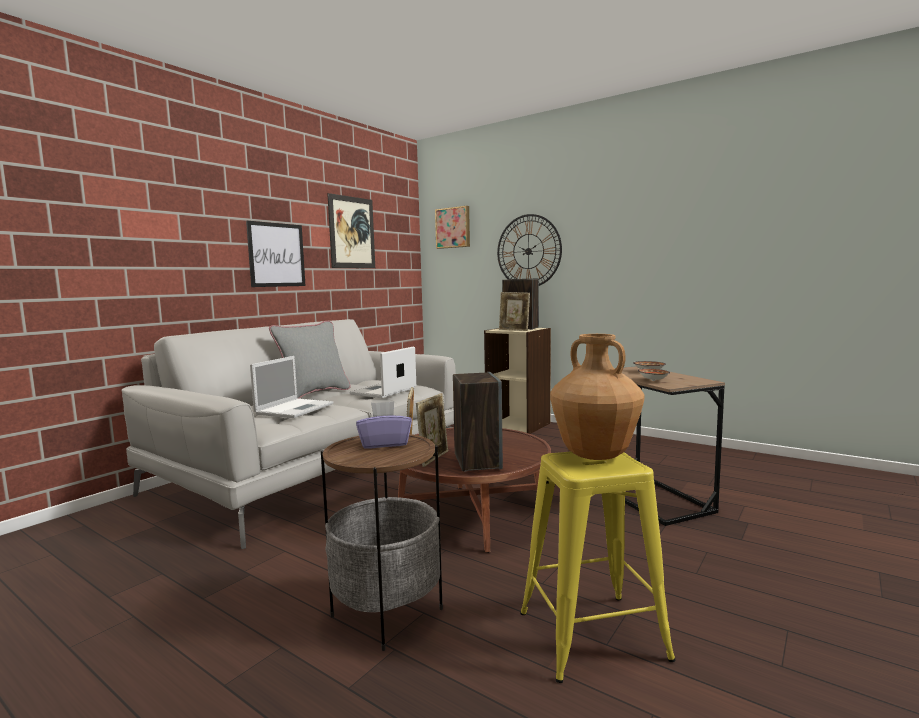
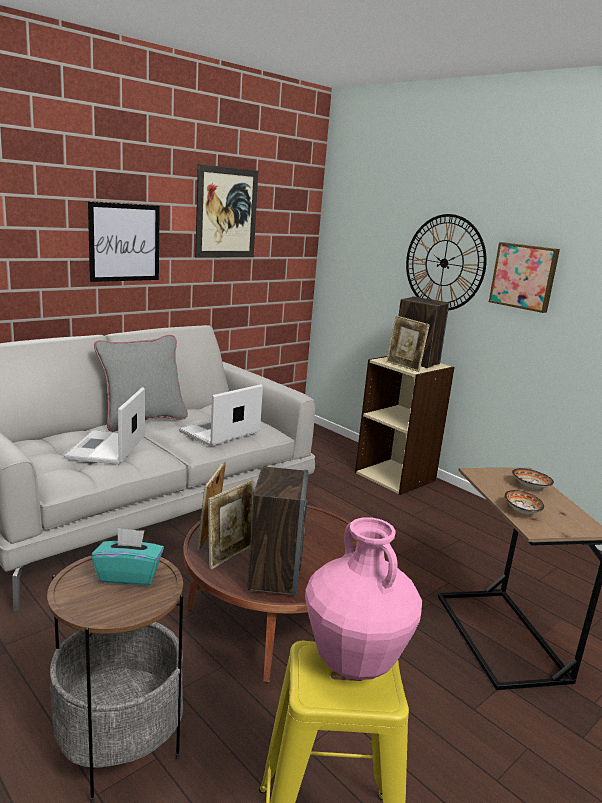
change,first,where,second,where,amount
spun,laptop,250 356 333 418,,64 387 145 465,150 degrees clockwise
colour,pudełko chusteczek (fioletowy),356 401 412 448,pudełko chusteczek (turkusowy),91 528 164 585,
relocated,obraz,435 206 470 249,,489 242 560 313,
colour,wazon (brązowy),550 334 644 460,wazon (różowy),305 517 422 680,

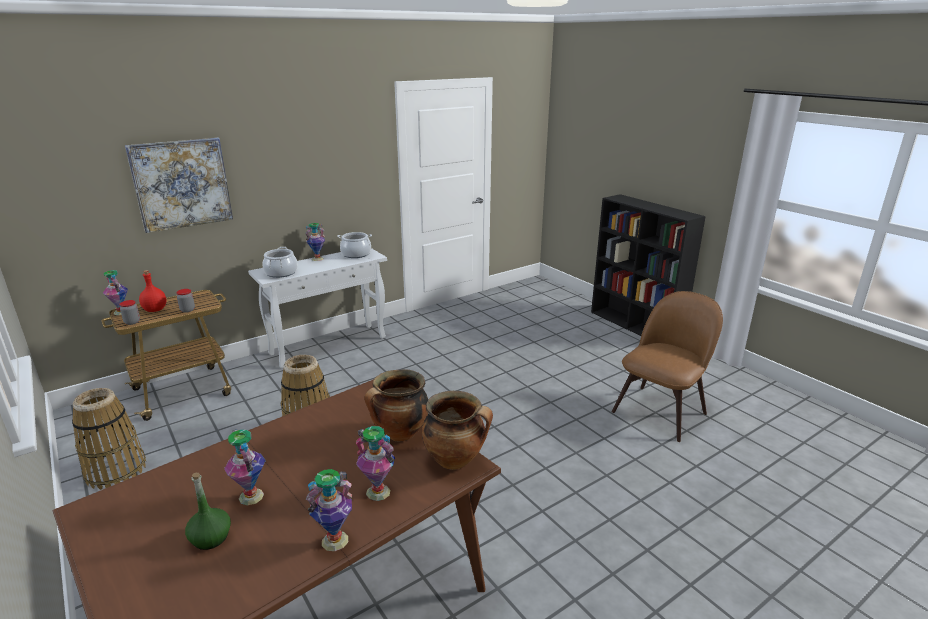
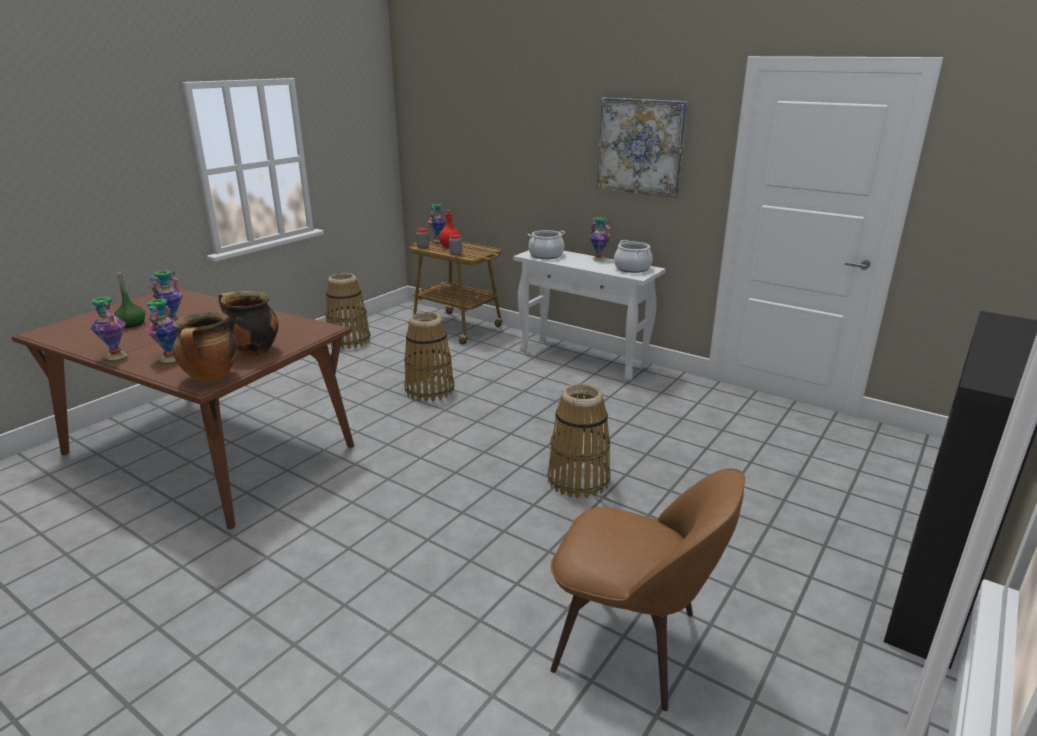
change,first,where,second,where,amount
relocated,obraz,125 138 233 233,,597 98 688 198,
appeared,,,koszyk,548 384 610 498,

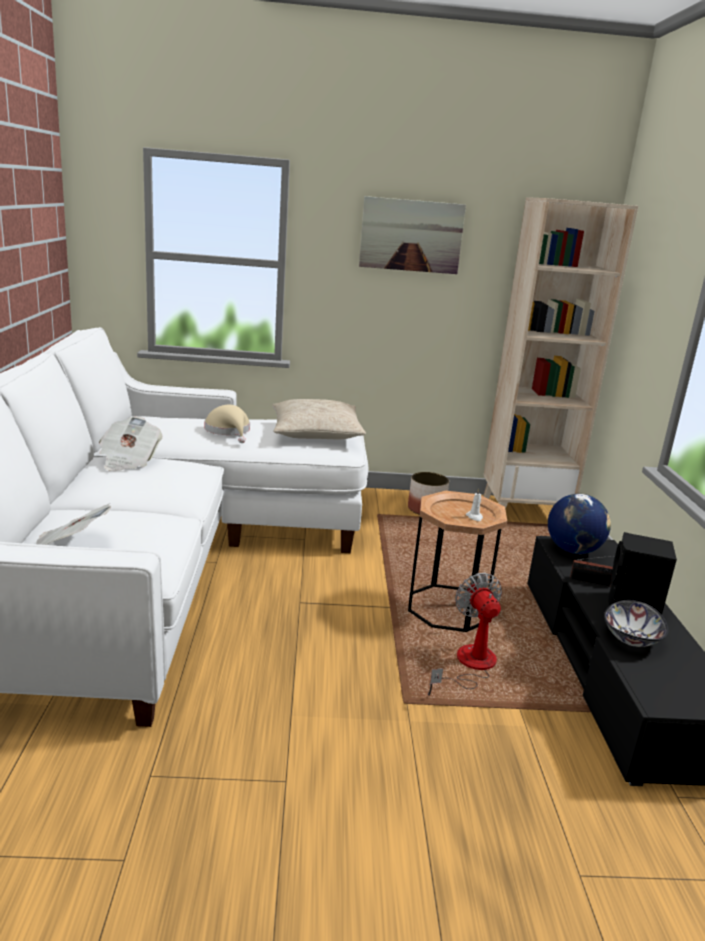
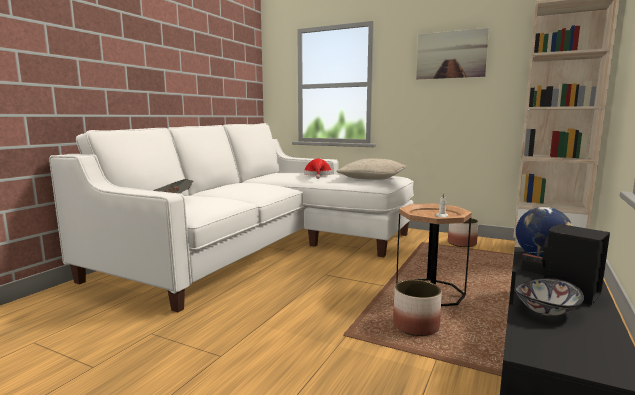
change,first,where,second,where,amount
missing,gazeta,99 417 163 471,,,
colour,kapelusz (beżowy),204 405 250 443,kapelusz (czerwony),304 159 332 179,
exchanged,wentylator,428 573 502 696,donica,393 280 442 336,

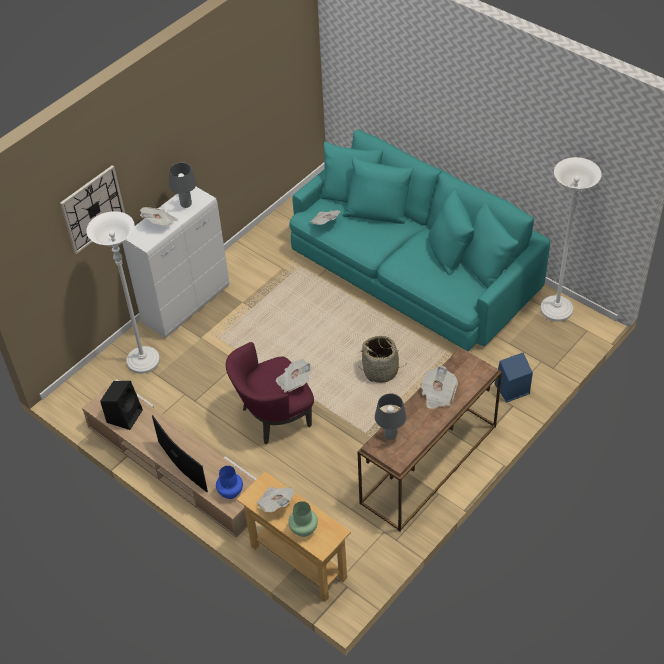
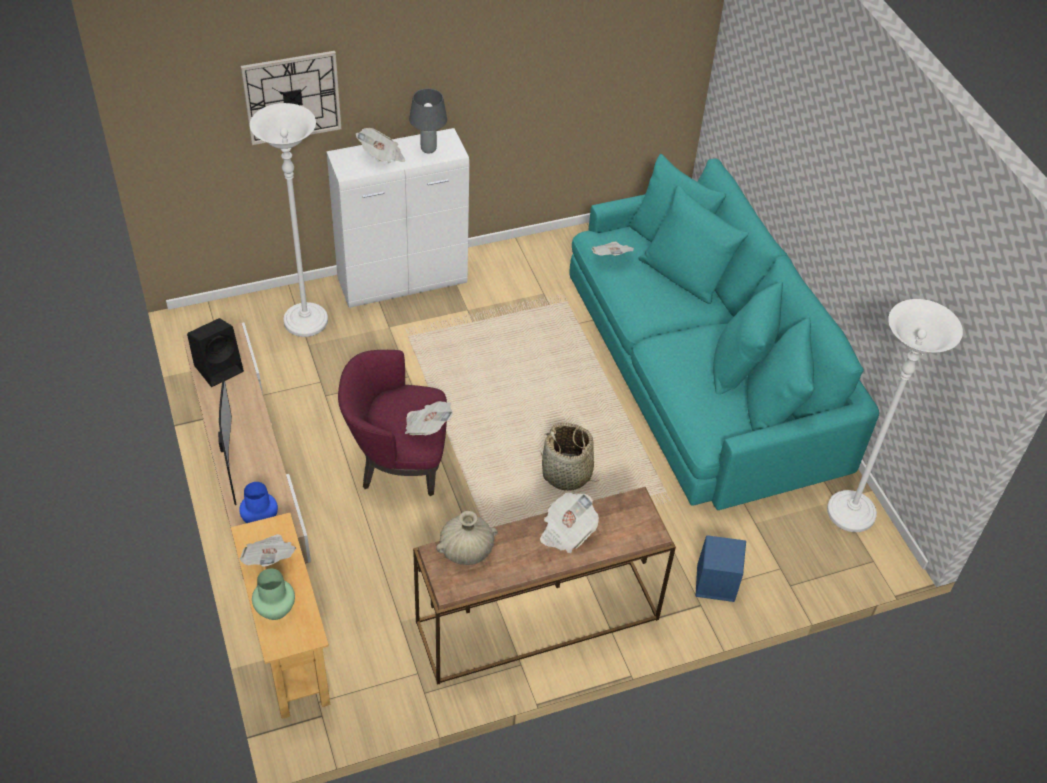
change,first,where,second,where,amount
exchanged,lampa stołowa (szary),375 394 406 440,wazon (beżowy),436 511 498 565,

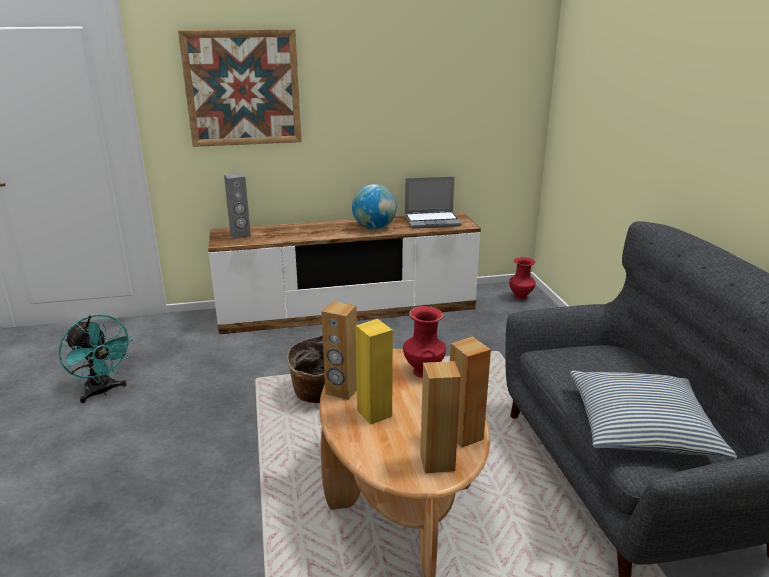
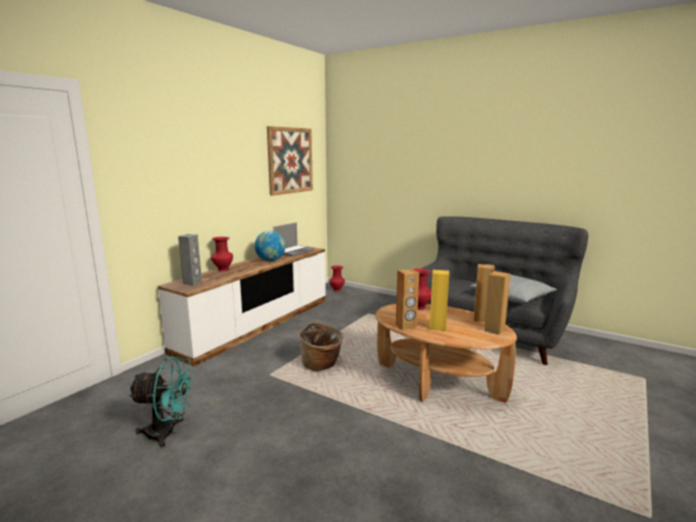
change,first,where,second,where,amount
relocated,obraz,178 29 302 147,,267 126 313 196,
appeared,,,wazon (czerwony),211 237 233 271,

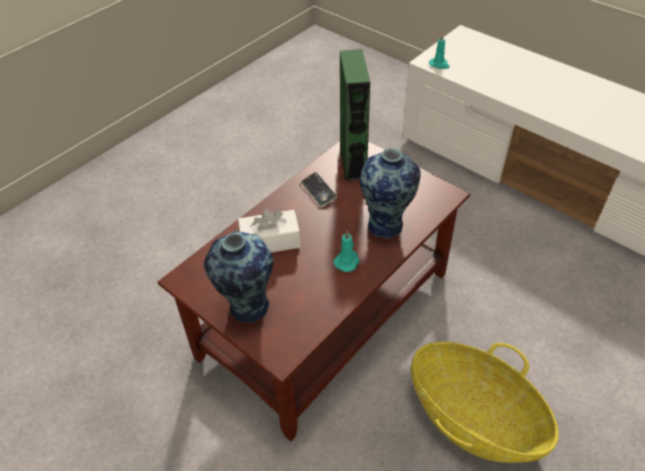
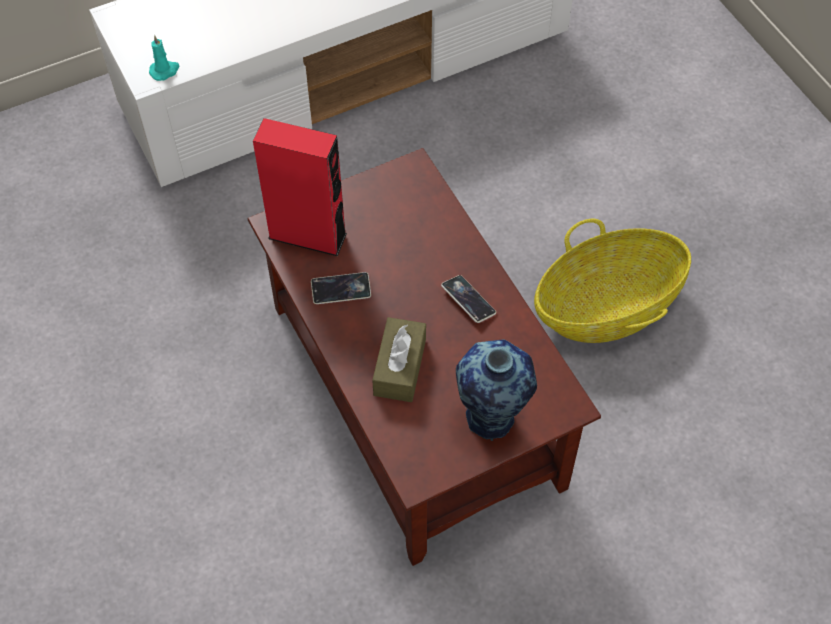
change,first,where,second,where,amount
colour,pudełko chusteczek (biały),238 209 301 252,pudełko chusteczek (brązowy),372 317 426 402,
exchanged,świeca (turkusowy),334 231 360 272,telefon,441 275 496 323,
colour,głośnik (zielony),340 49 370 181,głośnik (czerwony),253 118 347 256,
missing,wazon,360 148 421 240,,,

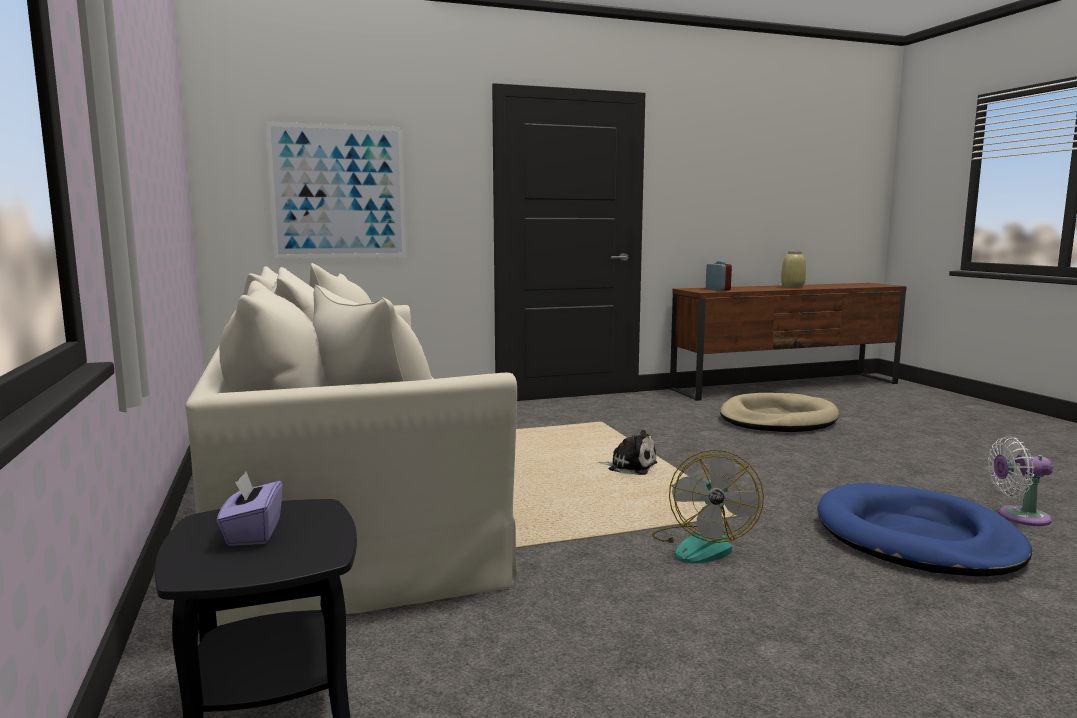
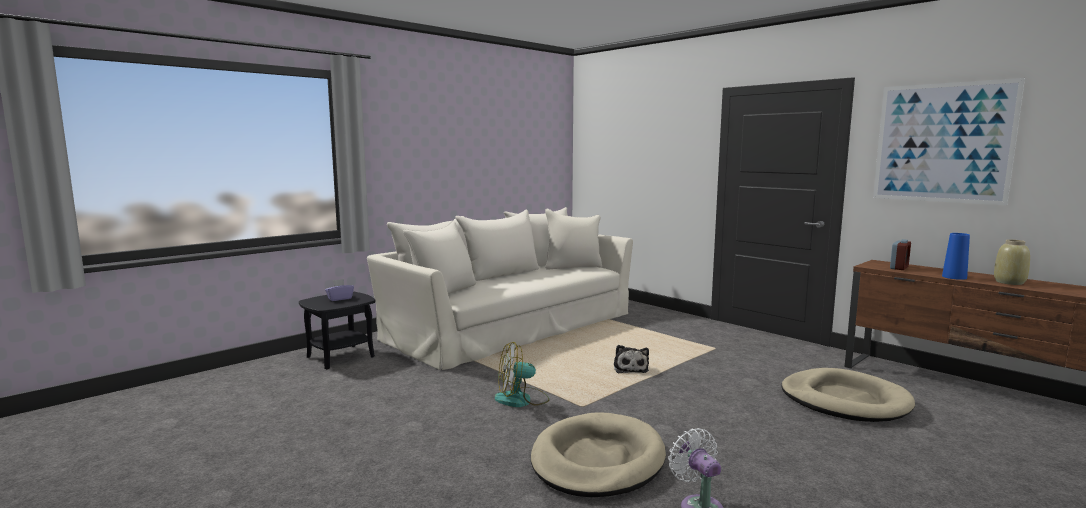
change,first,where,second,where,amount
relocated,obraz,265 122 406 259,,873 78 1025 205,
colour,legowisko (niebieski),818 483 1032 576,legowisko (beżowy),531 412 666 497,
appeared,,,wazon (niebieski),942 233 970 280,

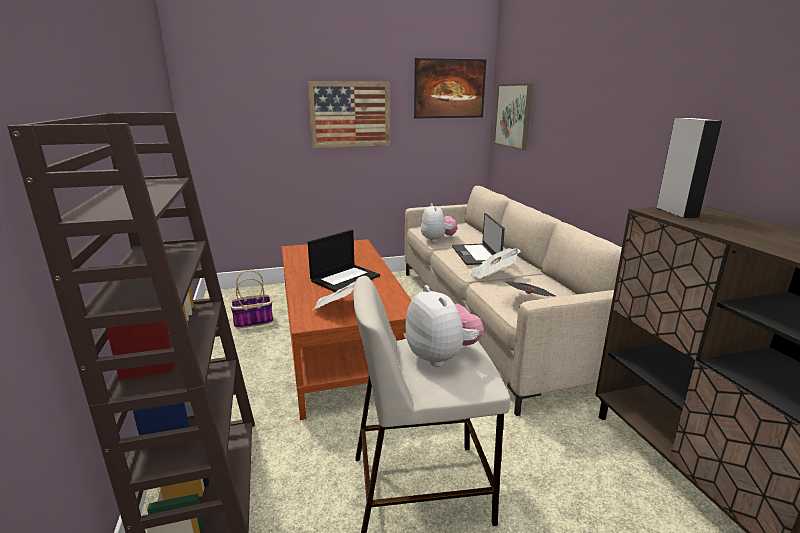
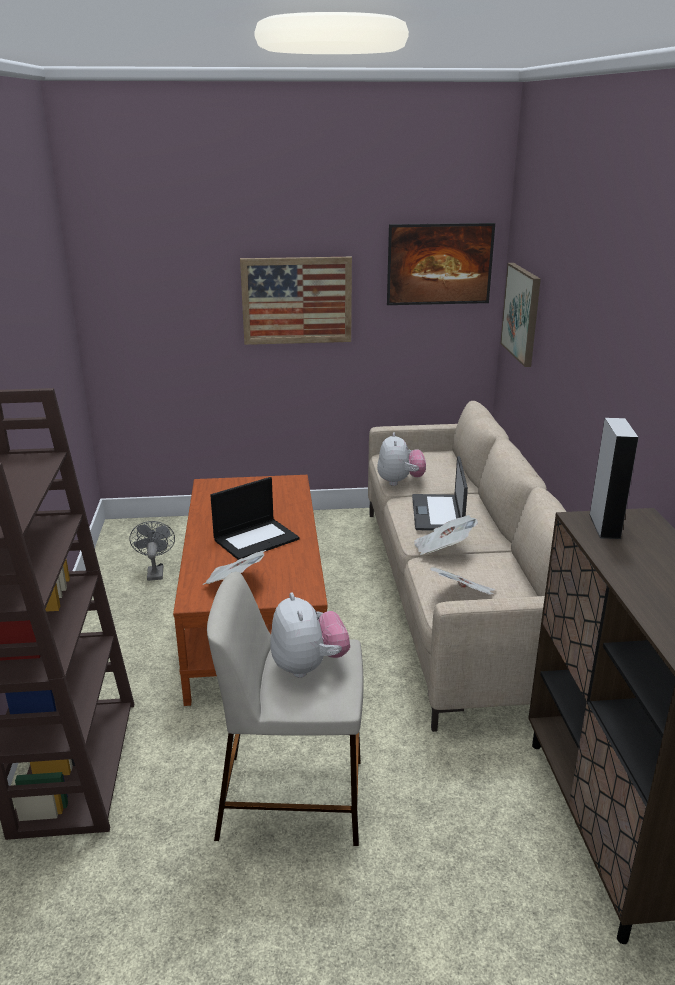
change,first,where,second,where,amount
exchanged,koszyk,230 270 273 328,wentylator (szary),130 521 175 581,

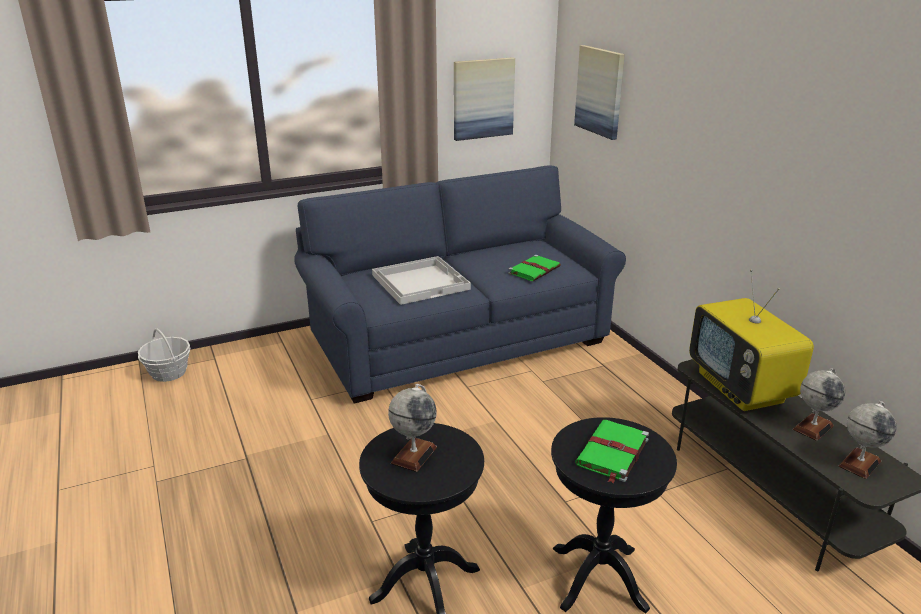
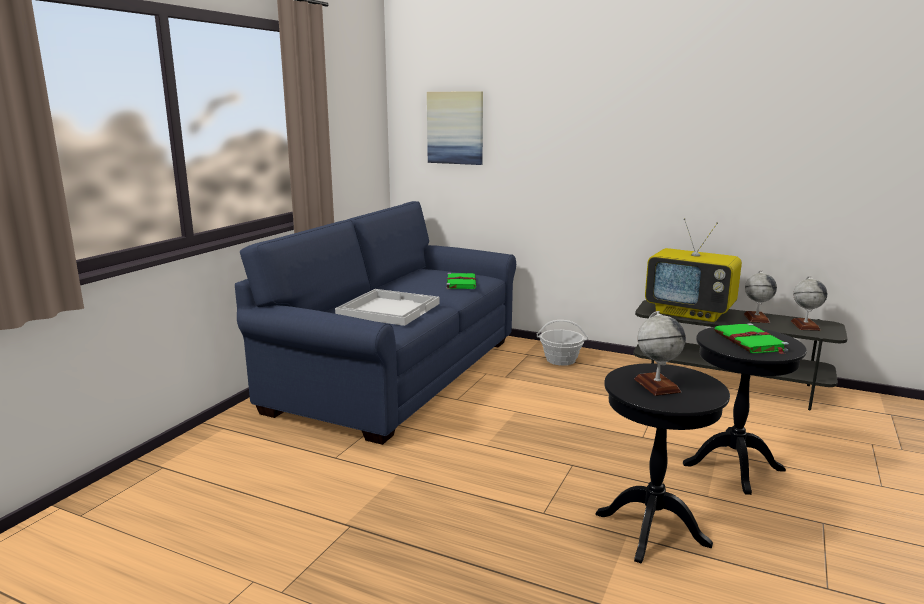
change,first,where,second,where,amount
relocated,koszyk,138 328 191 382,,537 320 588 366,
missing,obraz,454 57 515 141,,,

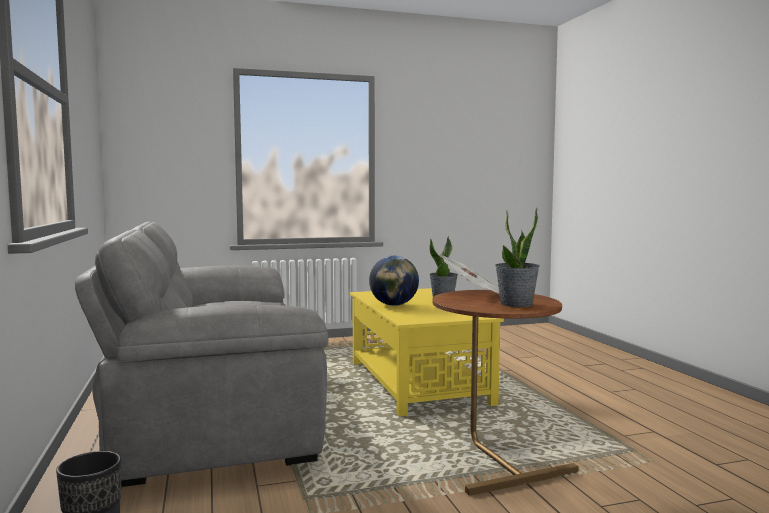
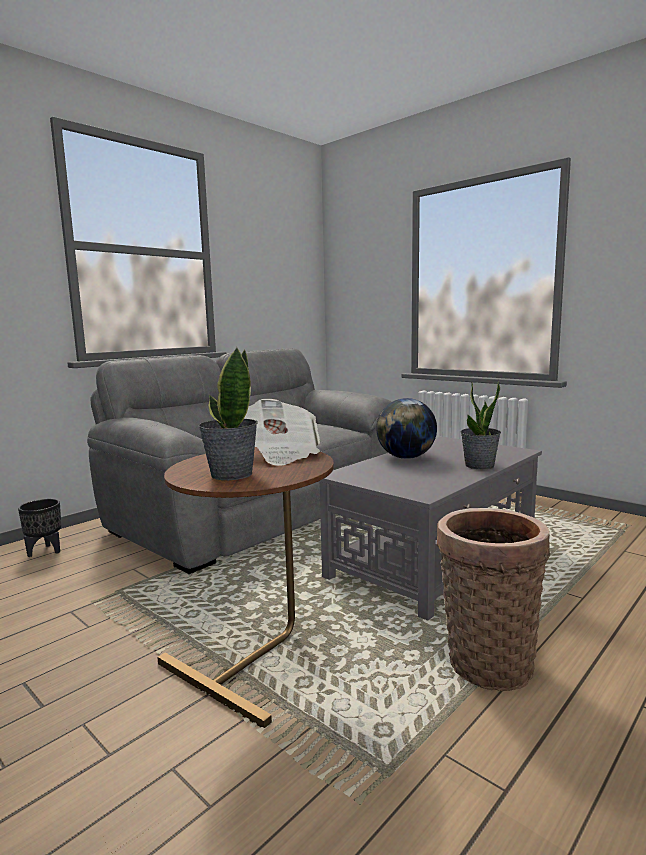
change,first,where,second,where,amount
colour,ława (żółty),350 288 504 416,ława (szary),319 436 542 621,
appeared,,,koszyk,437 508 550 691,

